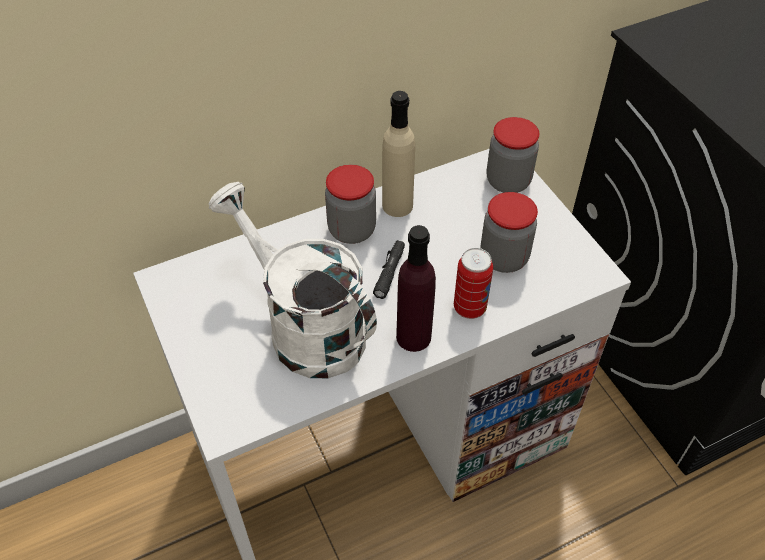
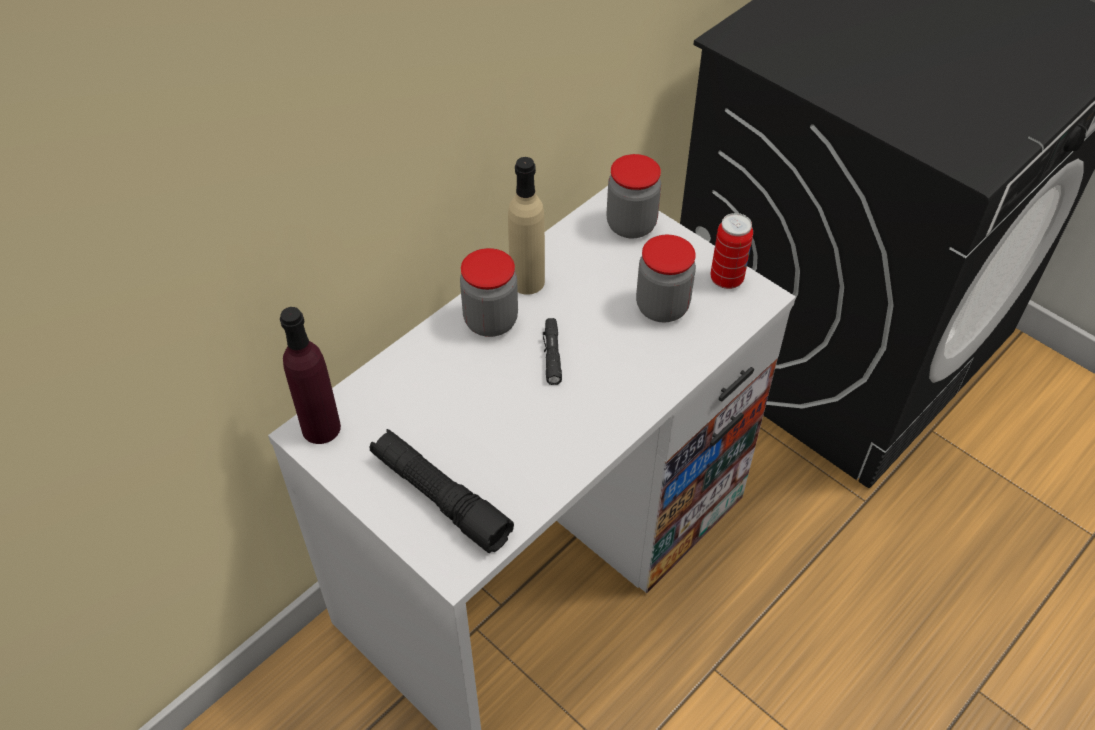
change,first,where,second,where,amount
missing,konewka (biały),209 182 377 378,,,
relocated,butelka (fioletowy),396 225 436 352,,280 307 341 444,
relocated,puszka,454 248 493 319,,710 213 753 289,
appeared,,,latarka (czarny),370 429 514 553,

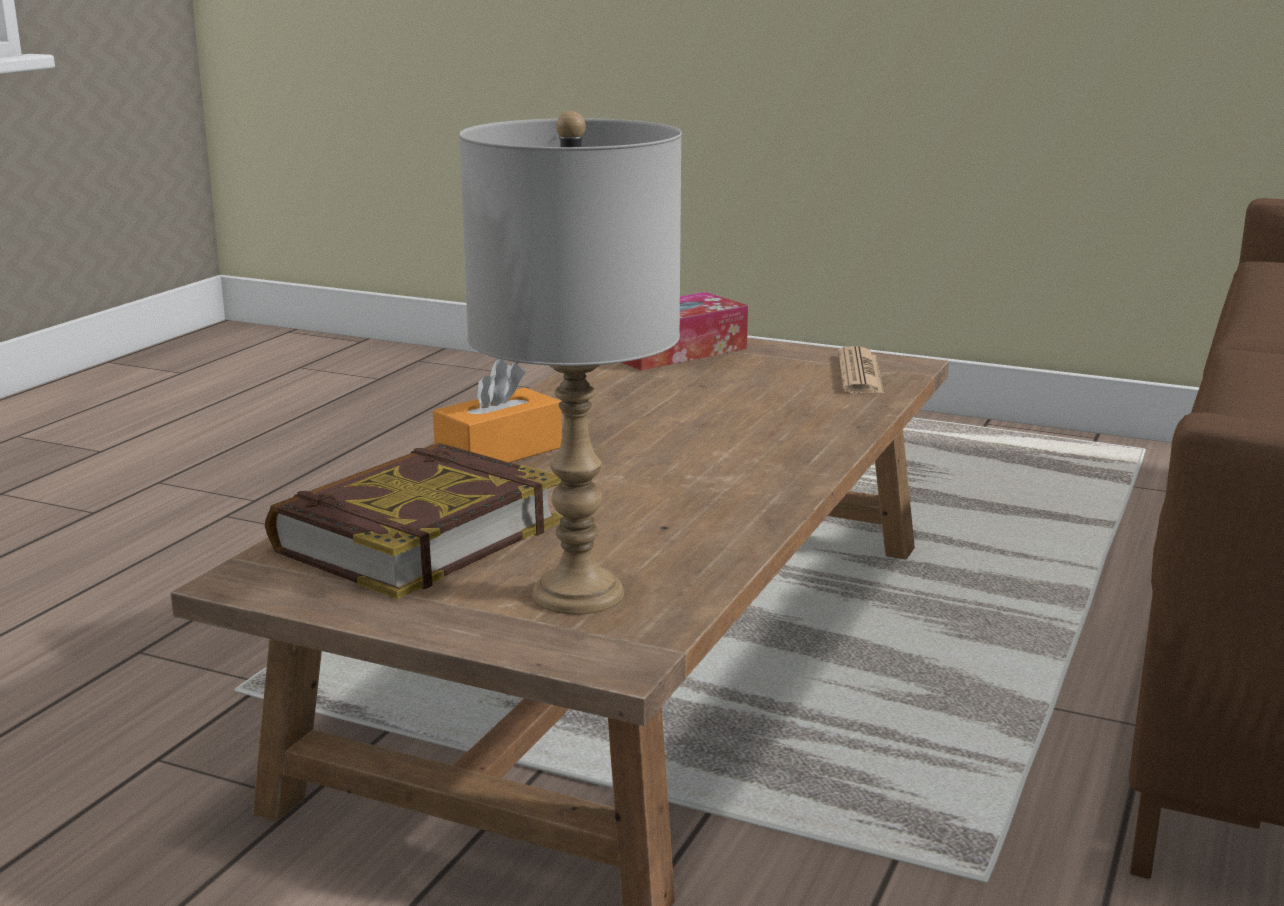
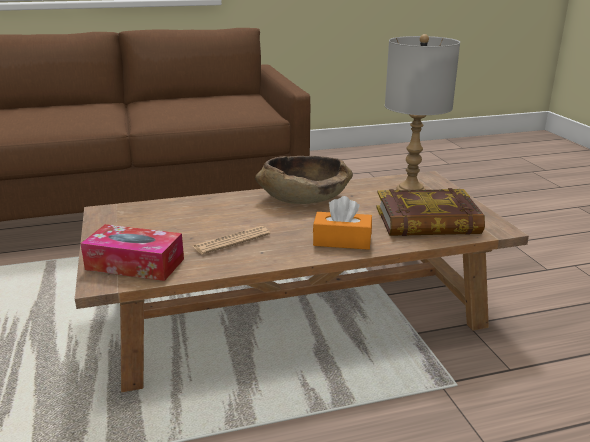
change,first,where,second,where,amount
relocated,gazeta,838 346 884 394,,193 226 270 255,
appeared,,,miska (brązowy),255 156 353 204,

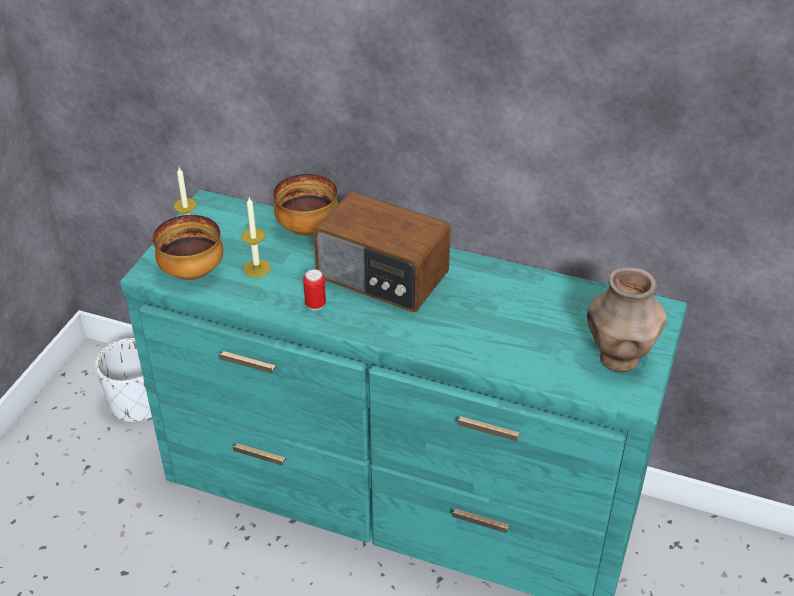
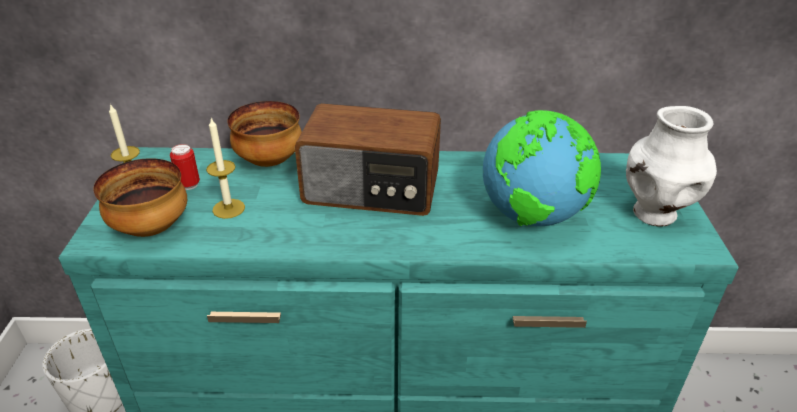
change,first,where,second,where,amount
relocated,puszka,303 269 326 310,,170 144 200 190,
colour,wazon (brązowy),587 267 667 372,wazon (biały),626 106 717 227,
appeared,,,globus,483 110 601 226,

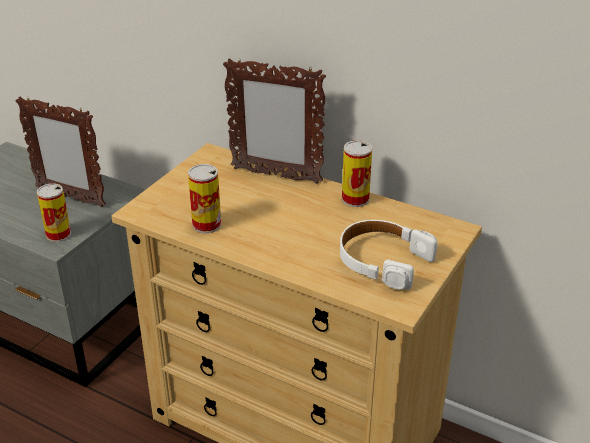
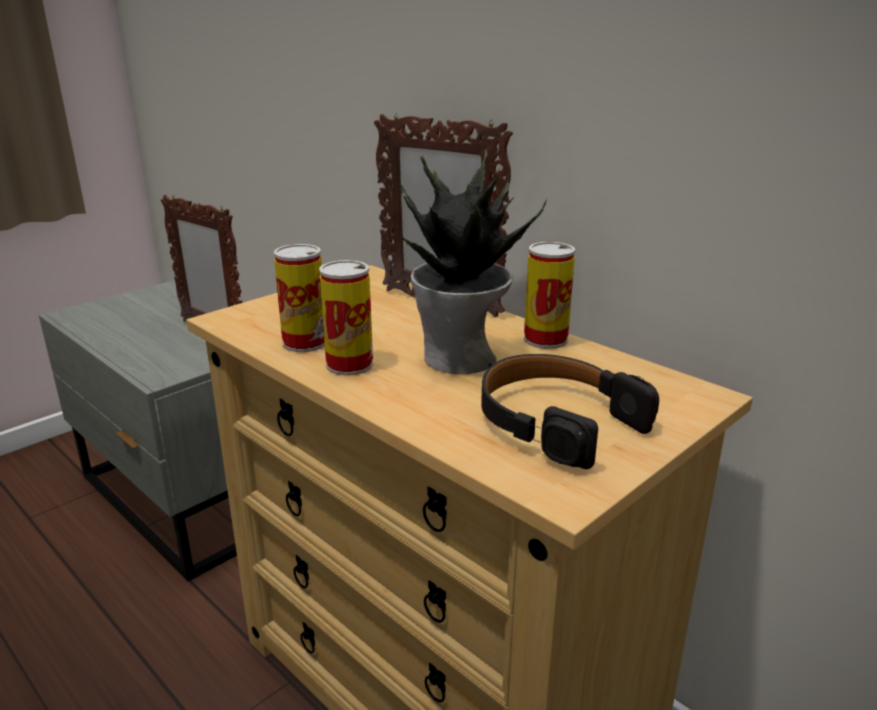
change,first,where,second,where,amount
relocated,puszka,37 183 71 242,,319 260 373 376,
colour,słuchawki (biały),340 220 438 290,słuchawki (czarny),481 354 659 469,
appeared,,,roślina doniczkowa,398 149 547 374,

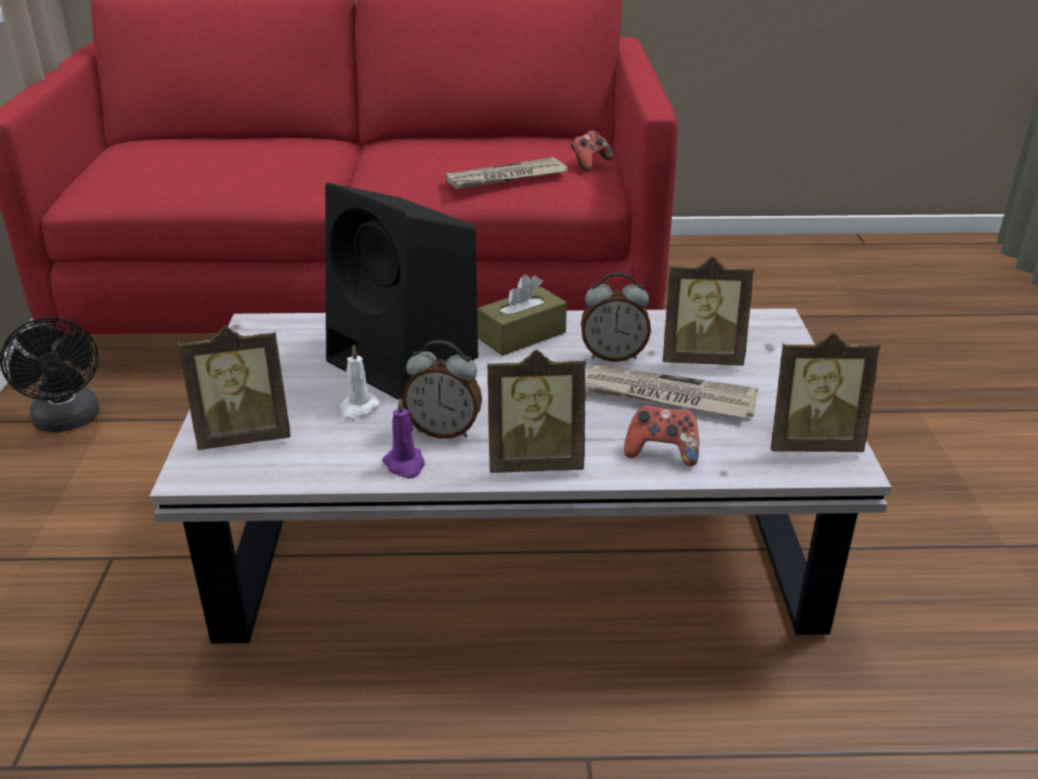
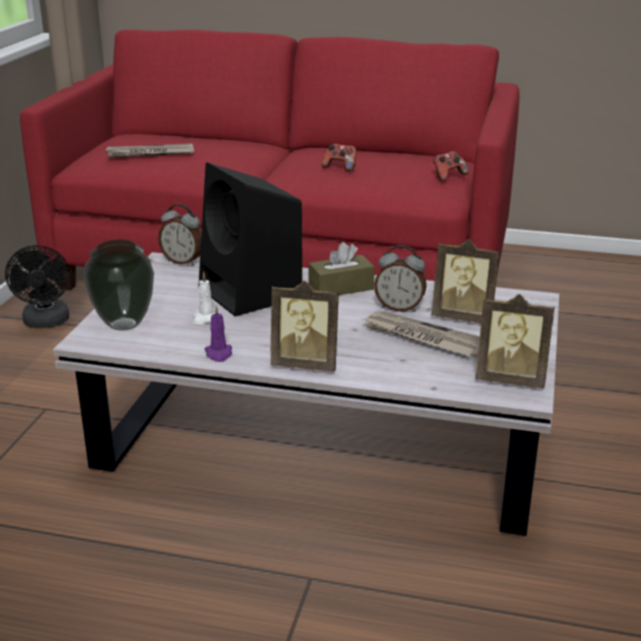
change,first,where,second,where,amount
exchanged,ramka na zdjęcie,178 326 291 450,wazon,84 240 154 331,
relocated,budzik,402 340 482 439,,158 204 201 265,
relocated,gazeta,445 157 568 189,,105 143 194 158,
relocated,pad do gier,624 405 699 466,,321 144 357 172,

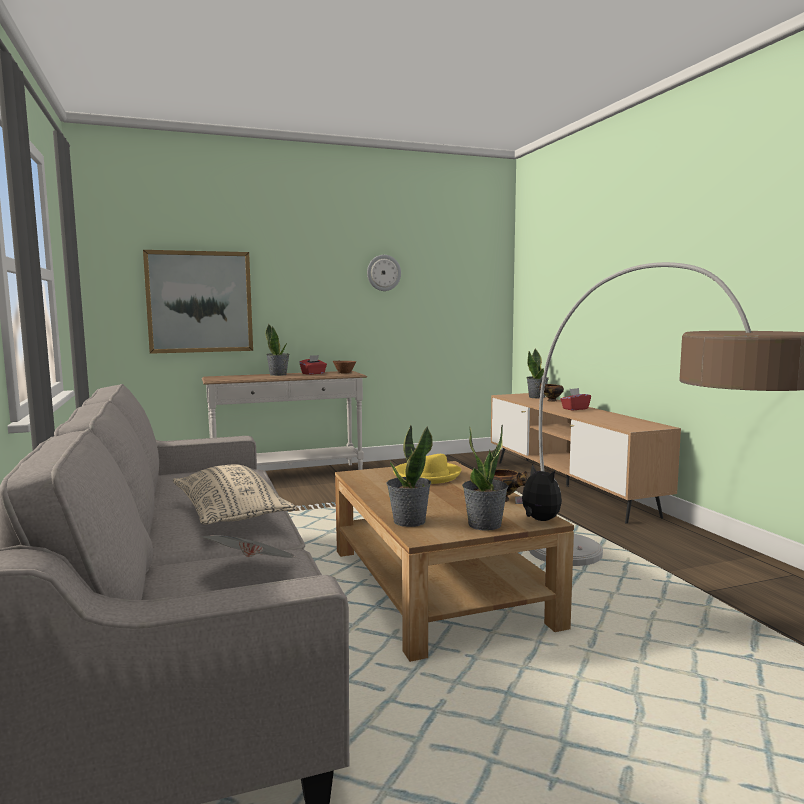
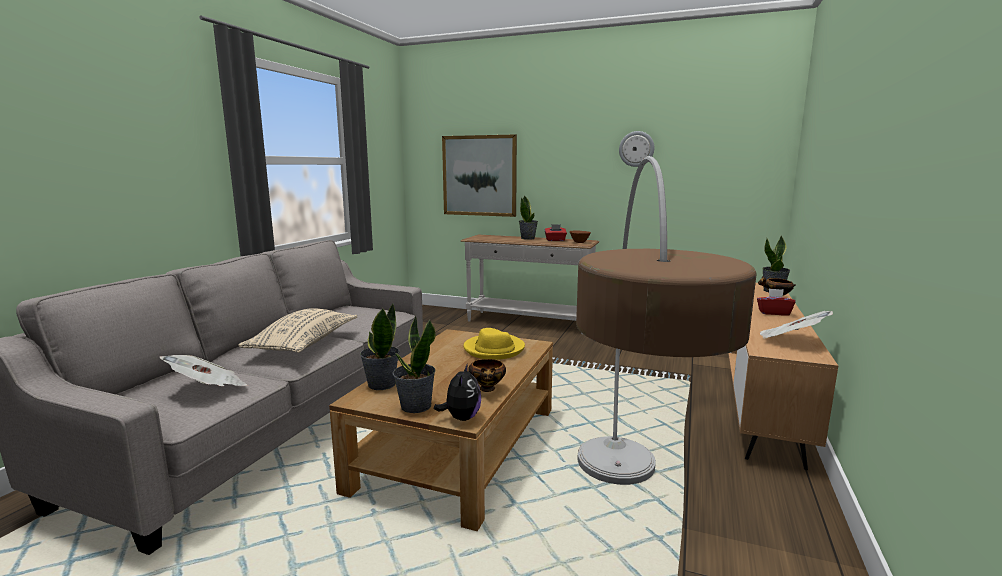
change,first,where,second,where,amount
appeared,,,gazeta,760 311 833 339,

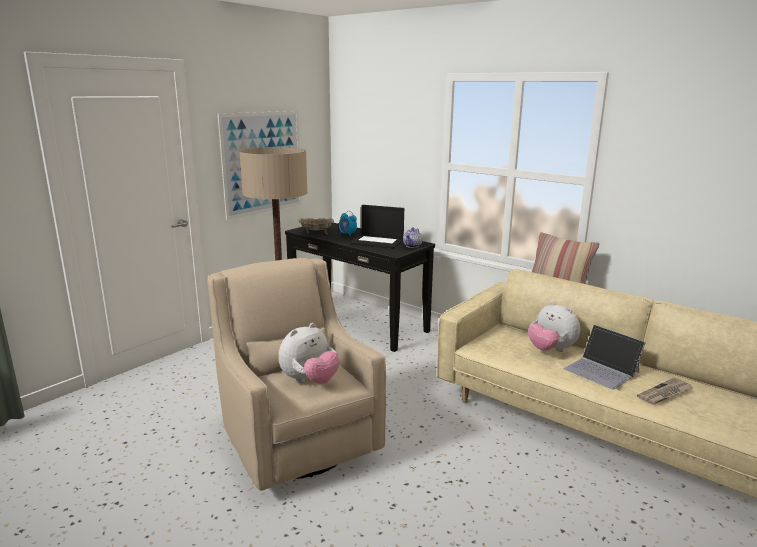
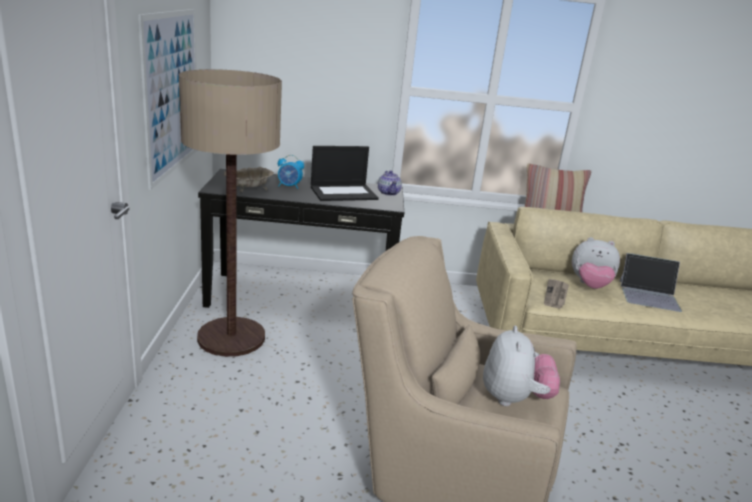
change,first,where,second,where,amount
relocated,gazeta,637 378 693 405,,544 279 569 309,

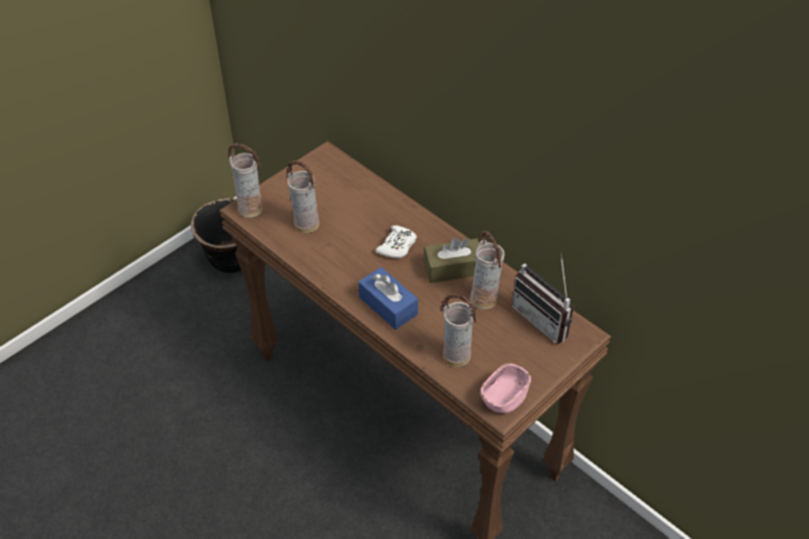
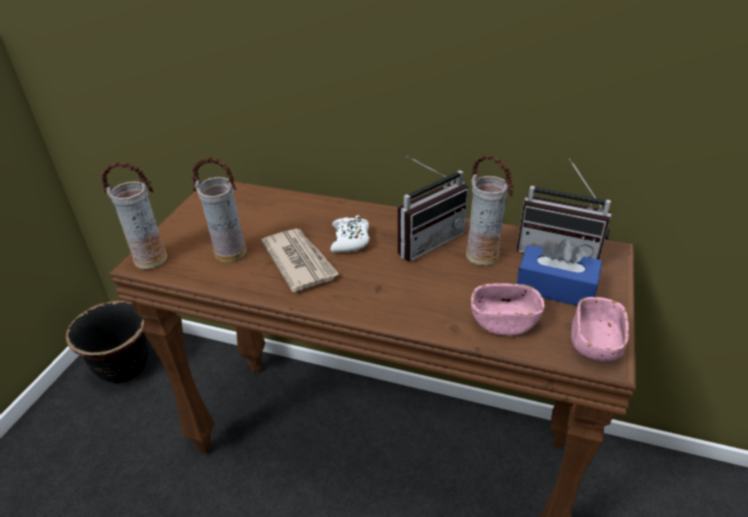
change,first,where,second,where,amount
relocated,pudełko chusteczek (niebieski),358 267 418 330,,517 240 602 306,
exchanged,pudełko chusteczek (brązowy),424 238 479 283,radio,398 156 468 261,
exchanged,wazon,440 293 476 367,miska (różowy),471 283 545 336,
appeared,,,gazeta,262 229 340 292,

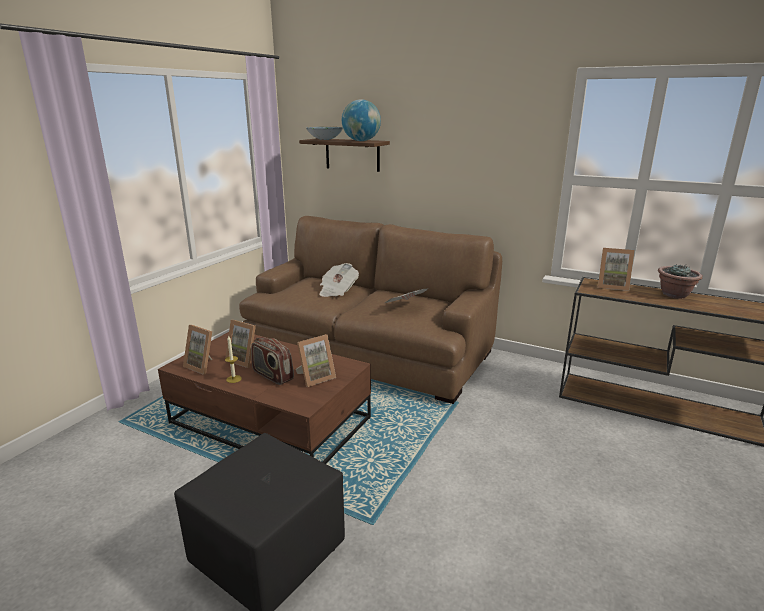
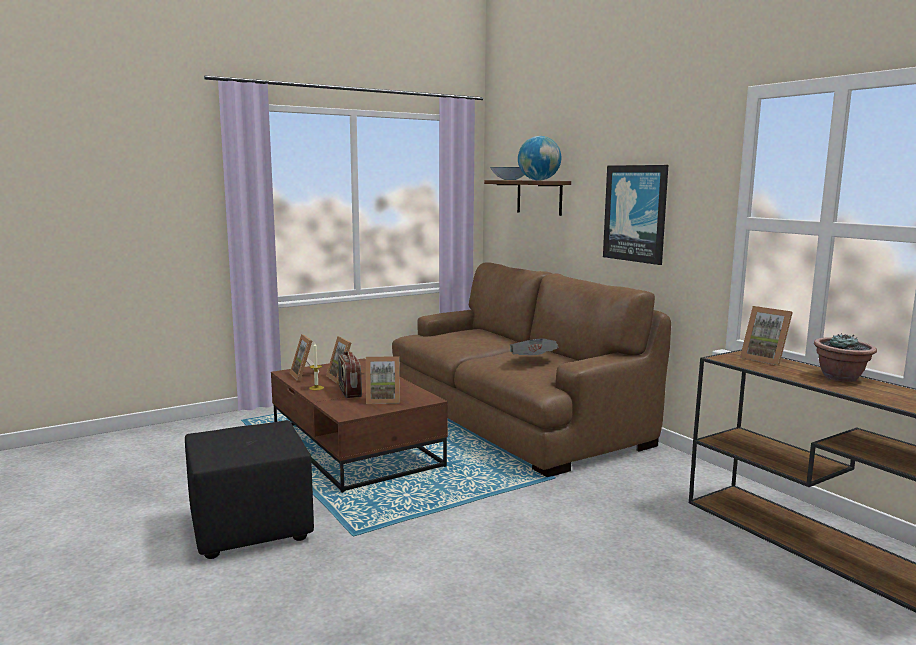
change,first,where,second,where,amount
missing,gazeta,319 263 359 297,,,
appeared,,,obraz,603 165 668 265,

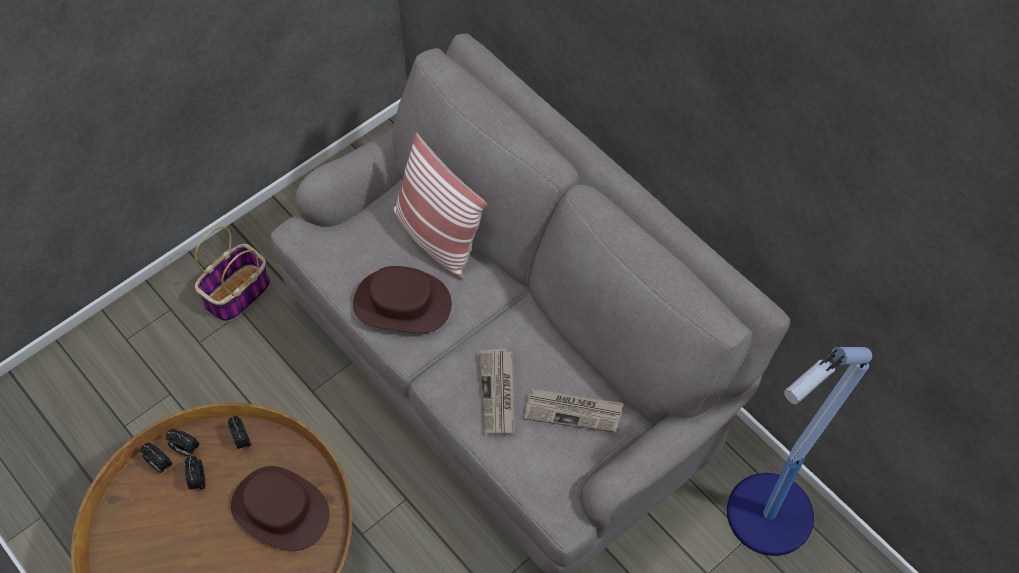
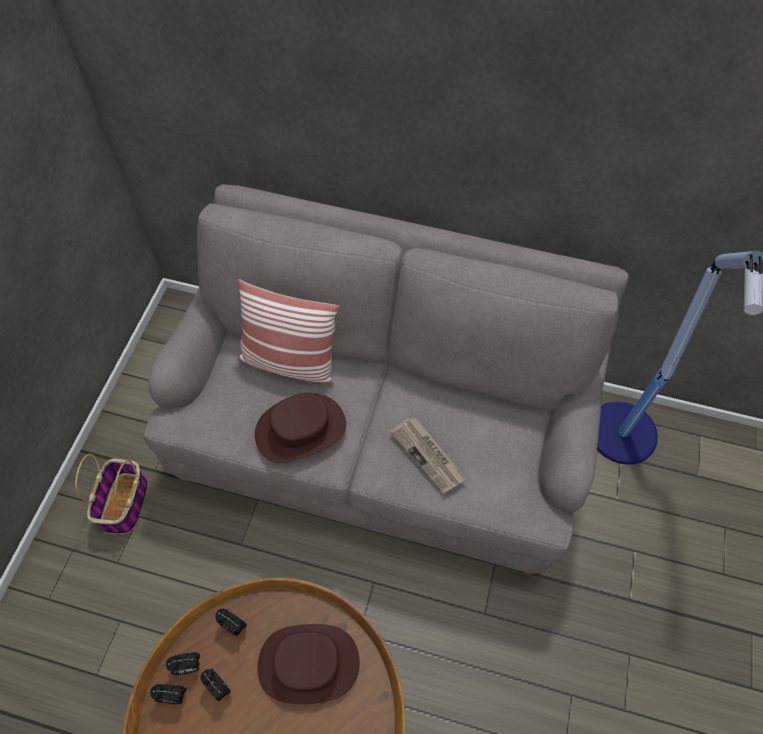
change,first,where,second,where,amount
missing,gazeta,523 388 623 432,,,

